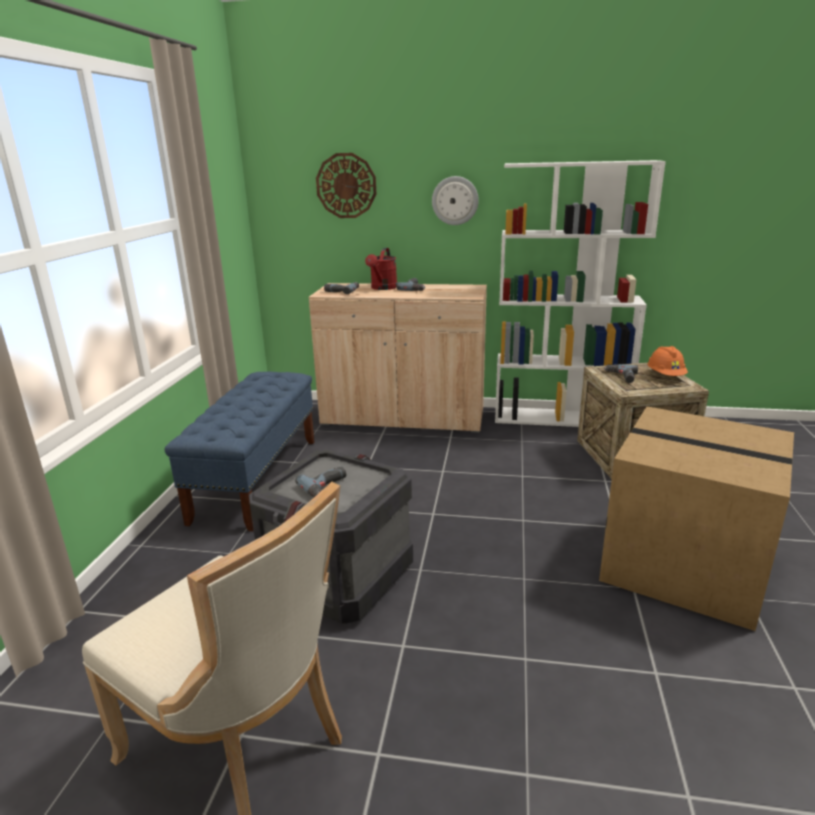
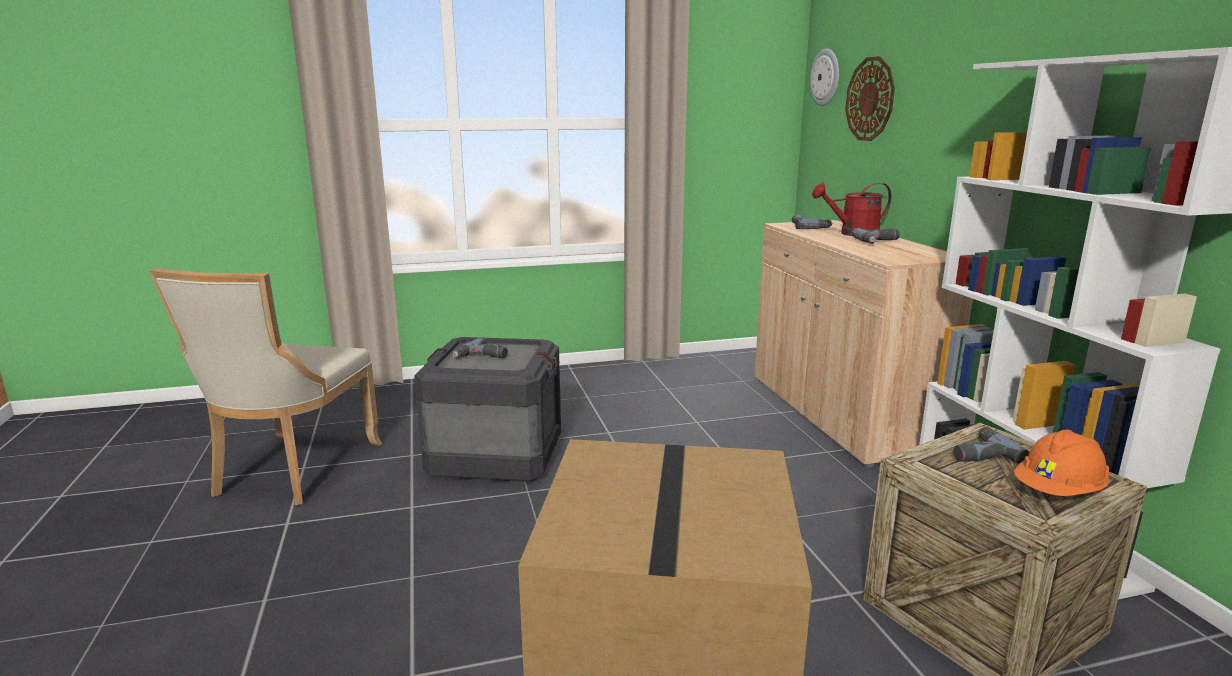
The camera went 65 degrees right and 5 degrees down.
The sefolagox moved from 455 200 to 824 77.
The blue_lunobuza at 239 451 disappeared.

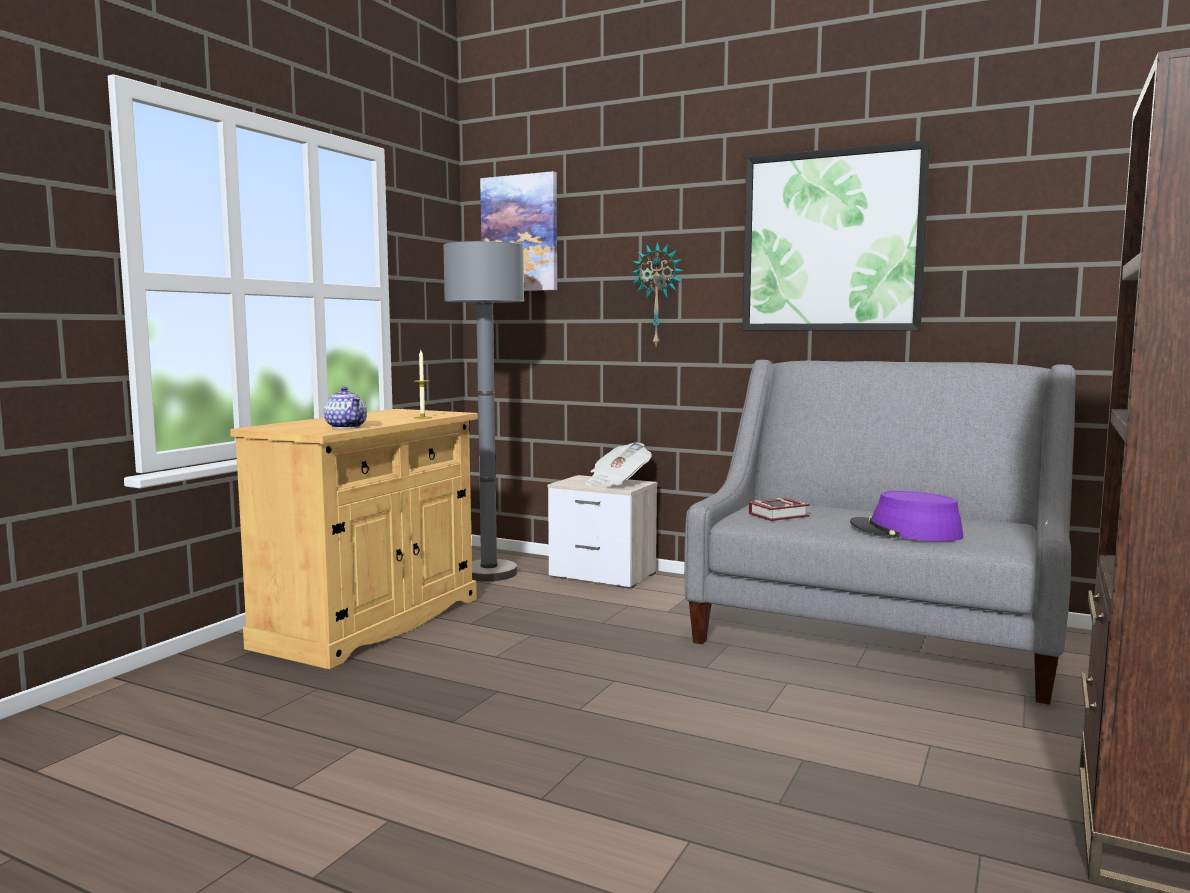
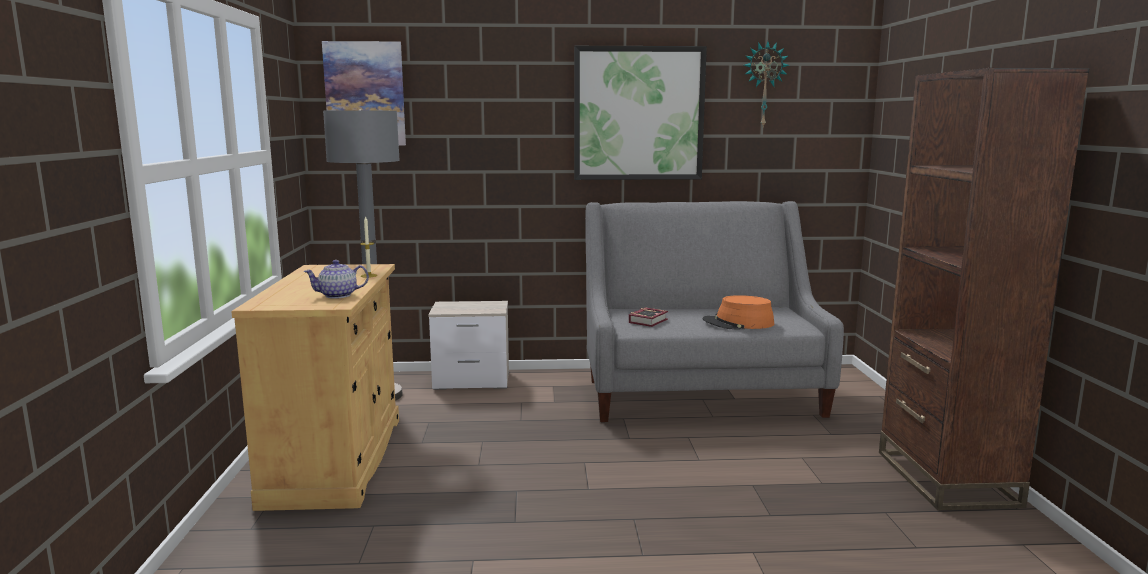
The camera went 30 degrees left and 5 degrees up.
The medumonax at 345 408 turned 135 degrees clockwise.
The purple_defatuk at 906 516 became the orange_defatuk at 738 312.
The sefolagox moved from 657 295 to 766 83.
The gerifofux at 618 464 disappeared.

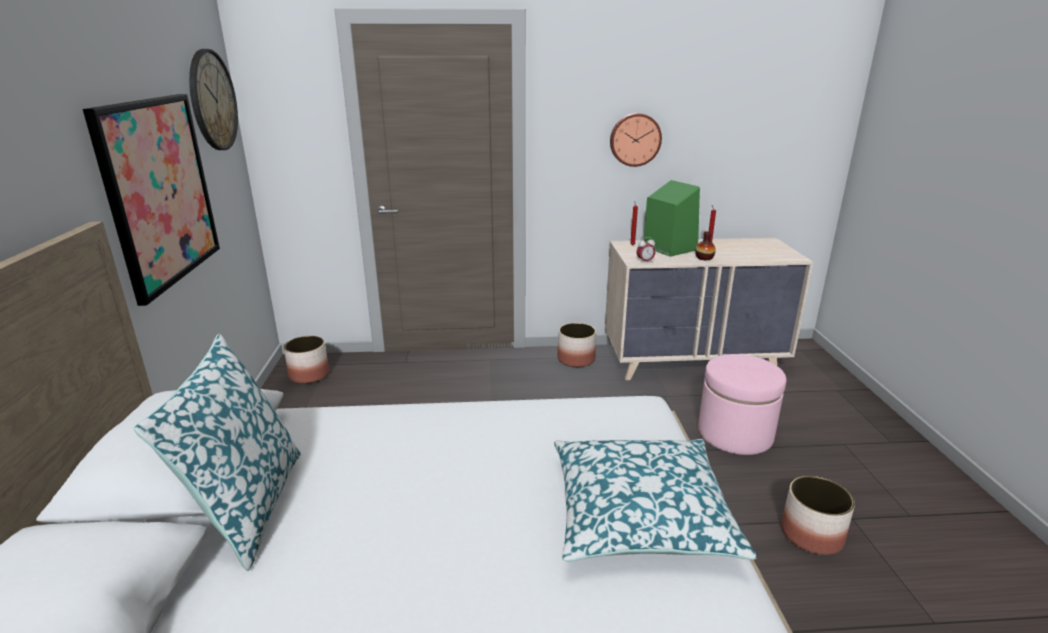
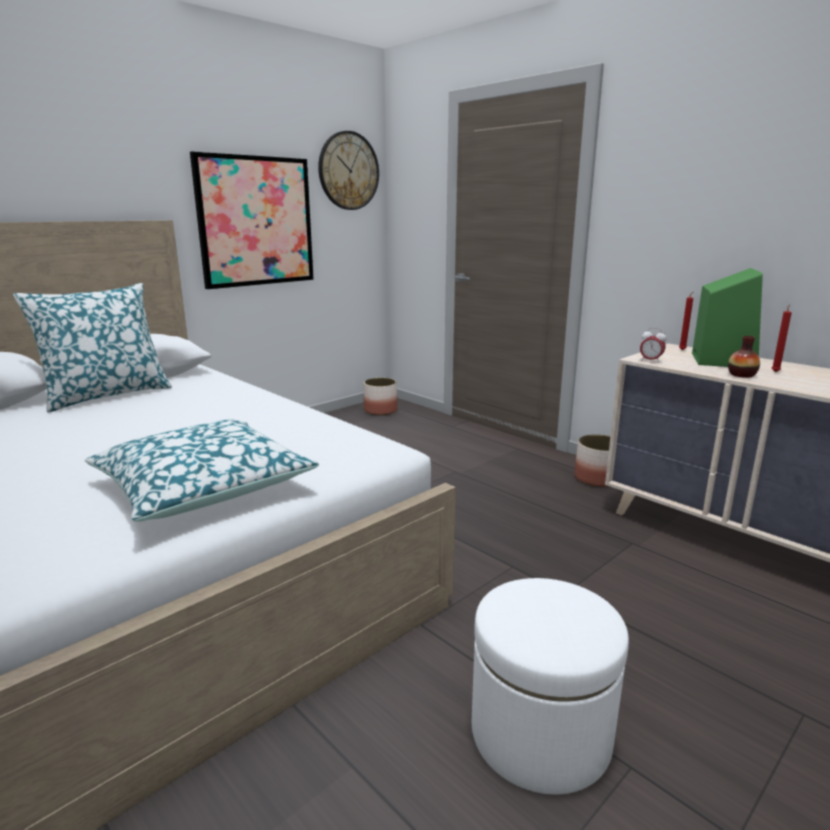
The camera went 50 degrees right and 5 degrees down.
The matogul at 818 515 was replaced by the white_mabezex at 550 686.
The sefolagox at 636 140 disappeared.
The pink_mabezex at 742 404 disappeared.

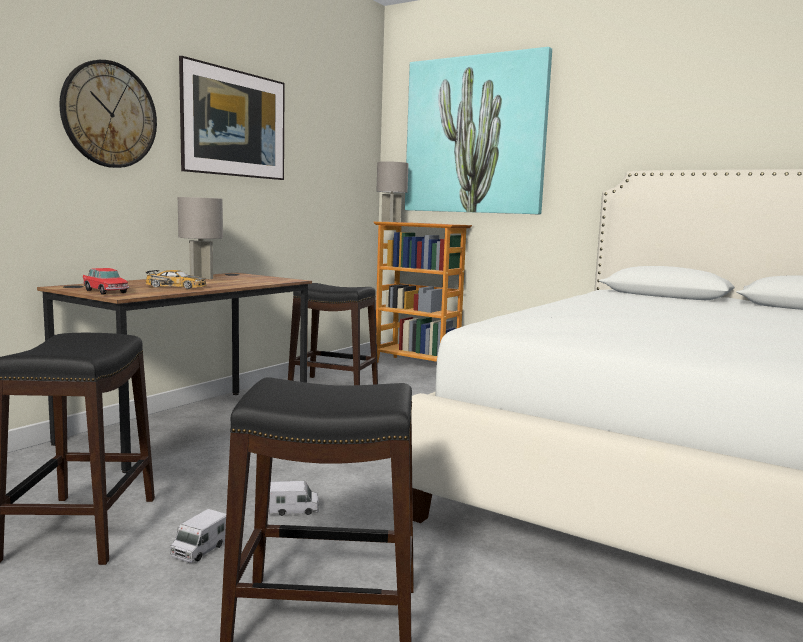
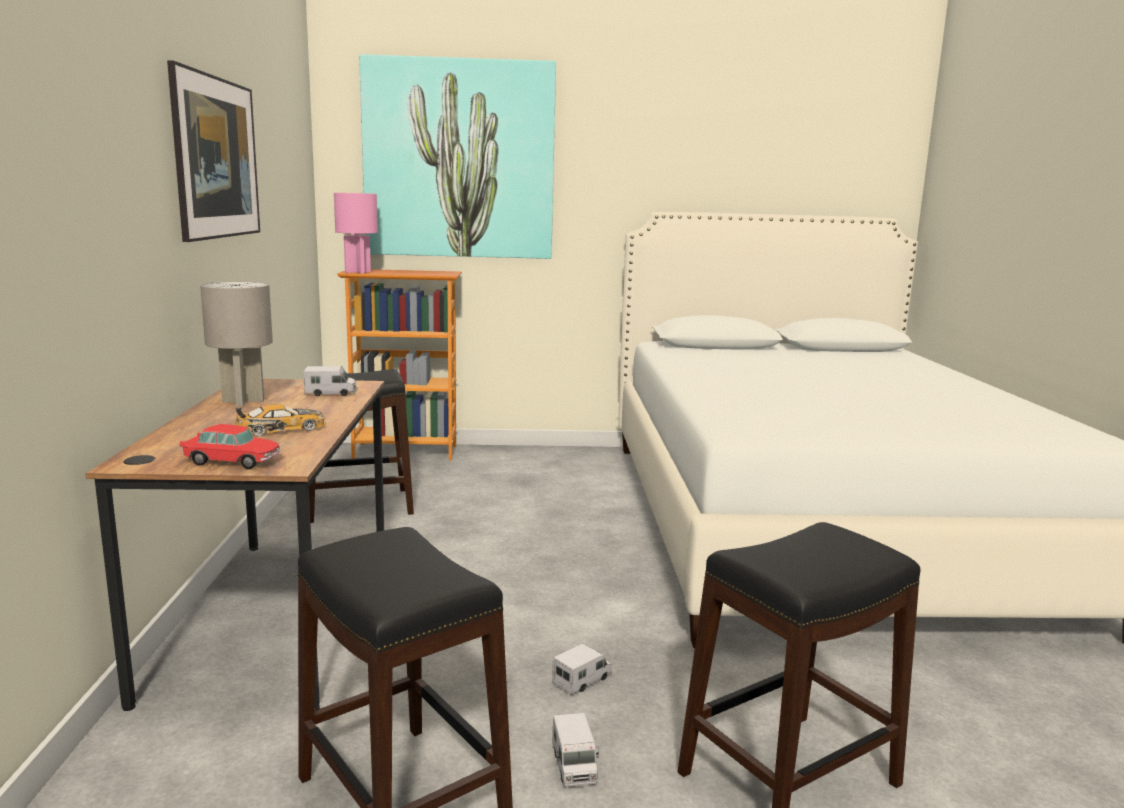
The camera went 35 degrees left and 5 degrees up.
The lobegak at 330 381 appeared.
The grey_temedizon at 392 191 became the pink_temedizon at 356 233.
The sefolagox at 108 114 disappeared.

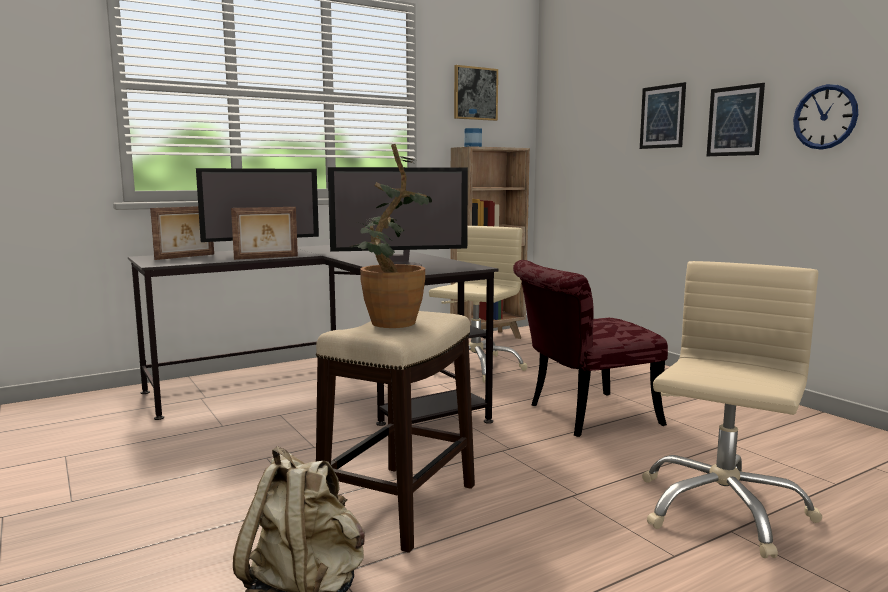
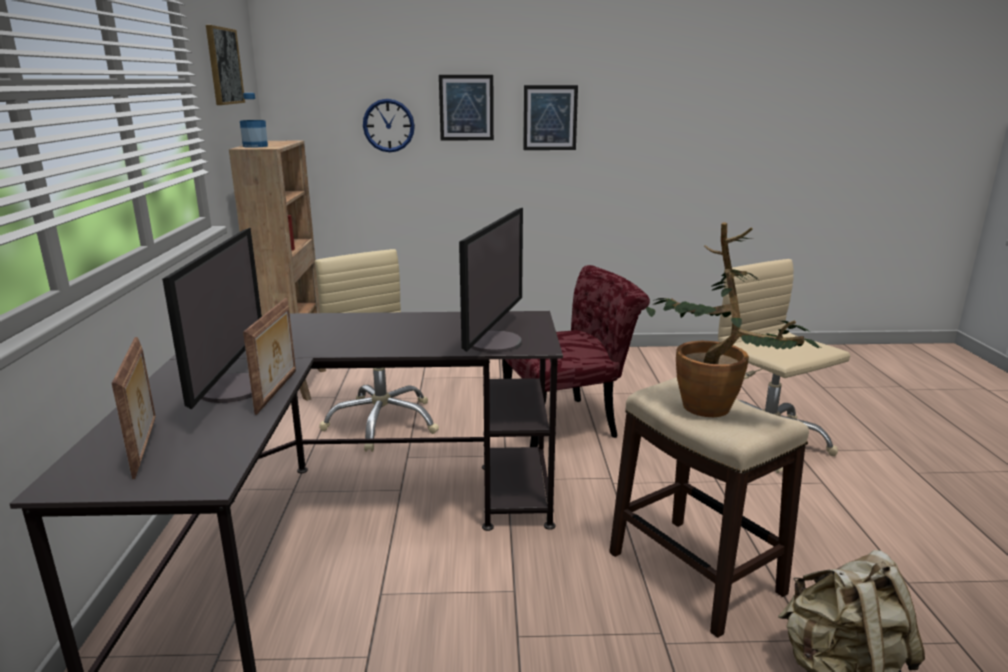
The camera went 60 degrees left and 10 degrees up.
The sefolagox moved from 825 117 to 389 125.
The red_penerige at 590 348 turned 120 degrees counterclockwise.

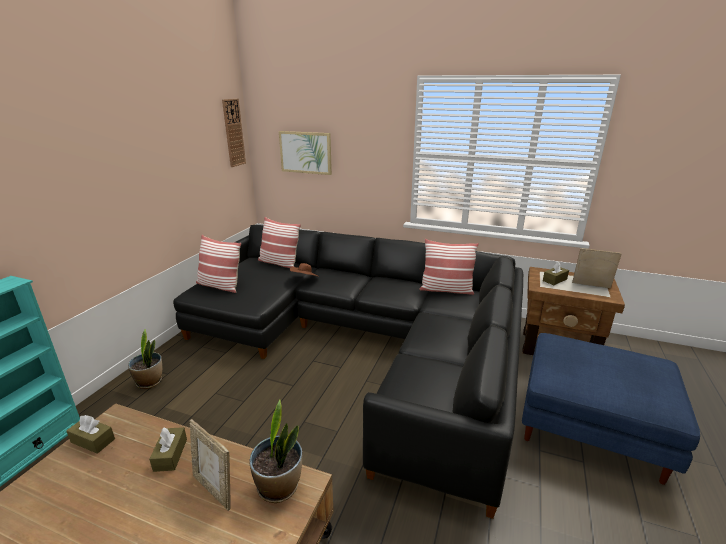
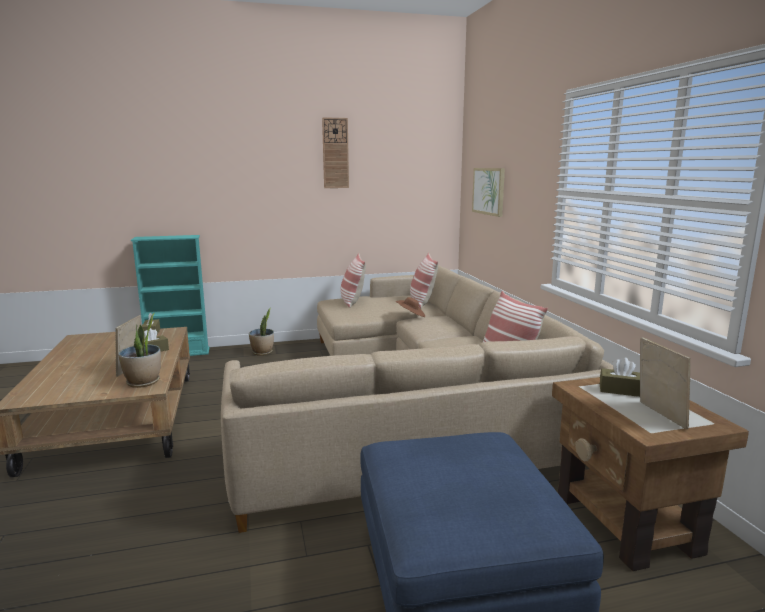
The camera went 55 degrees right and 10 degrees down.
The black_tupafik at 348 372 became the beige_tupafik at 417 399.
The sefolagox moved from 234 133 to 335 152.

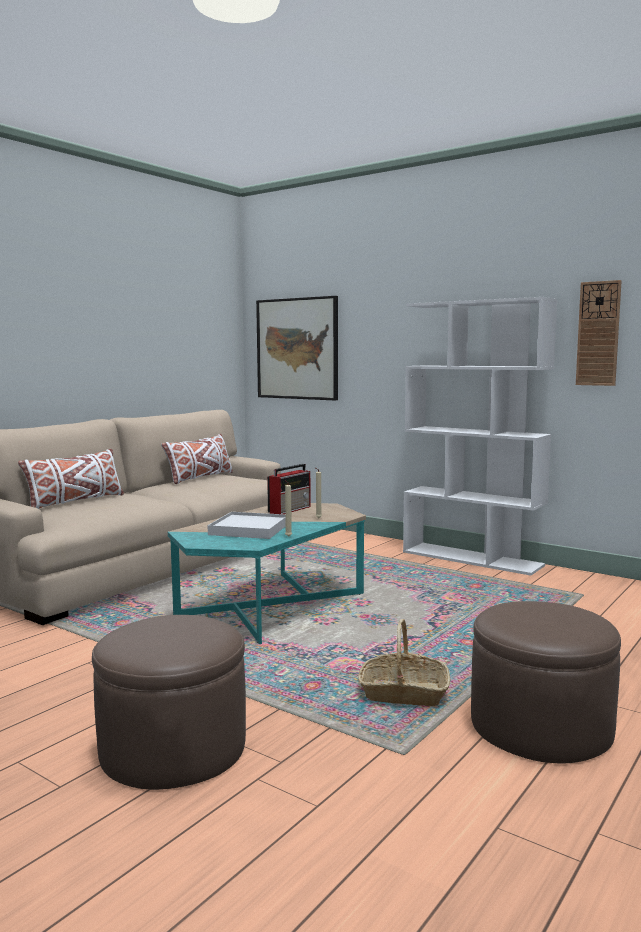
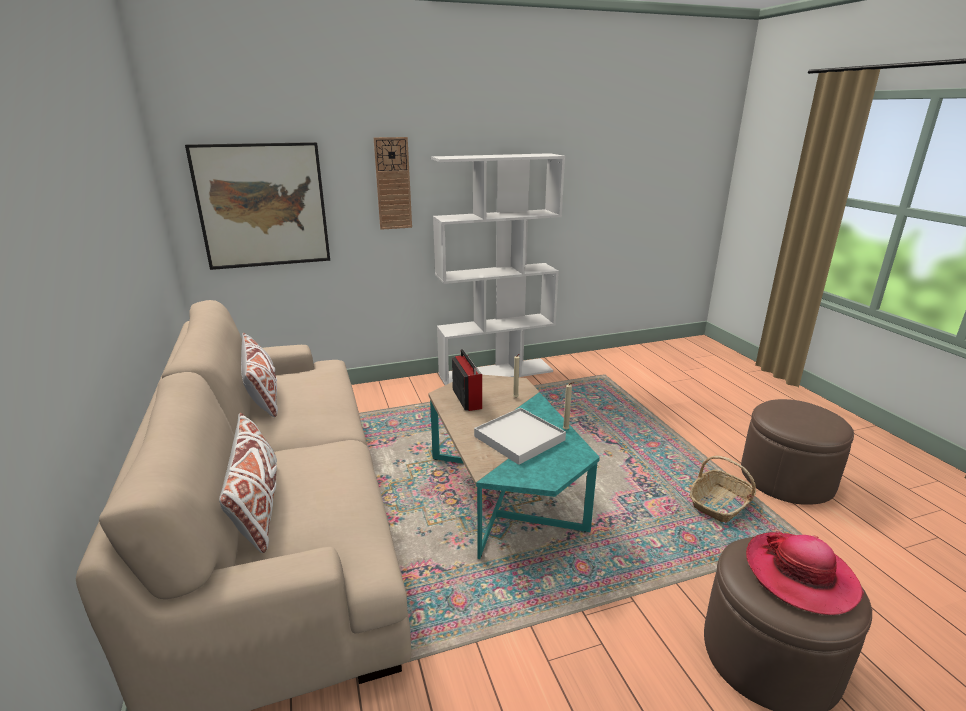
The camera went 55 degrees left and 15 degrees up.
The sefolagox moved from 599 333 to 393 183.
The defatuk at 805 573 appeared.

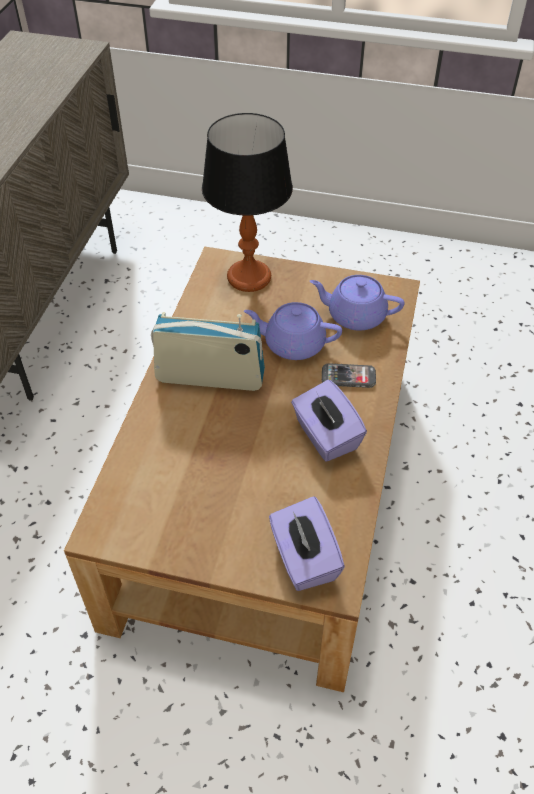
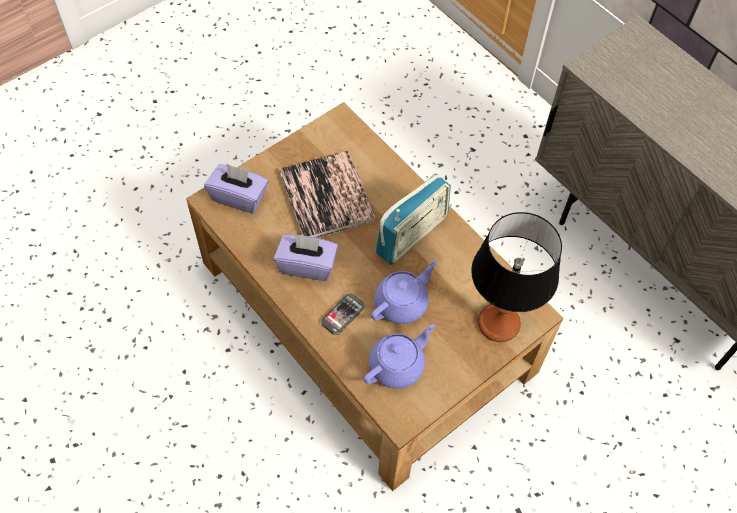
The camera went 125 degrees right and 10 degrees up.
The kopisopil at 327 194 appeared.

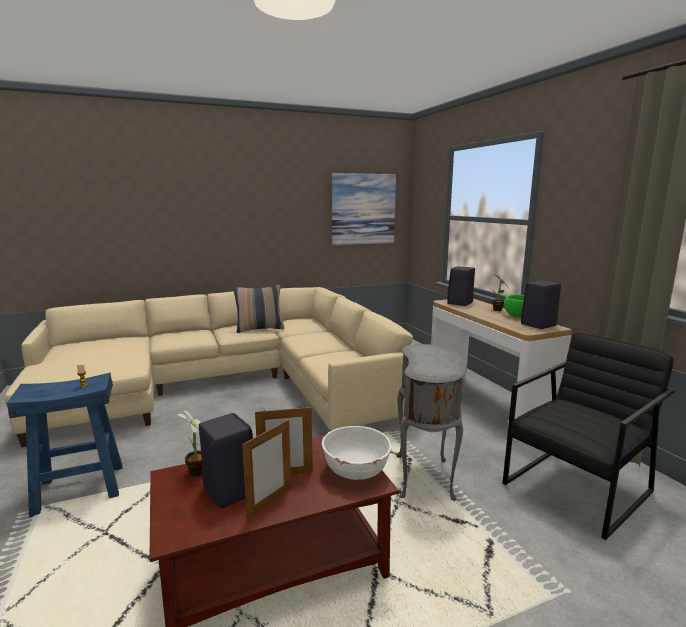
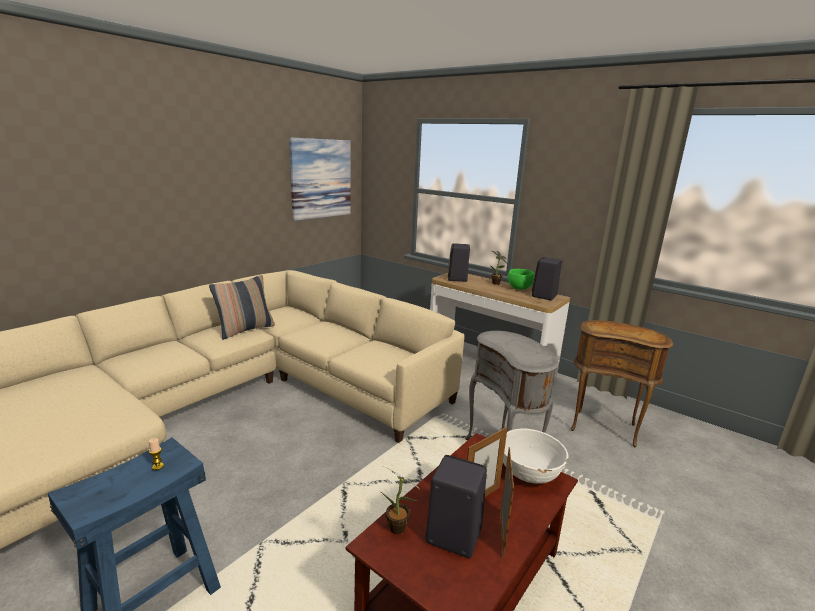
The camera went 30 degrees left and 5 degrees up.
The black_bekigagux at 589 436 was replaced by the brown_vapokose at 622 384.

